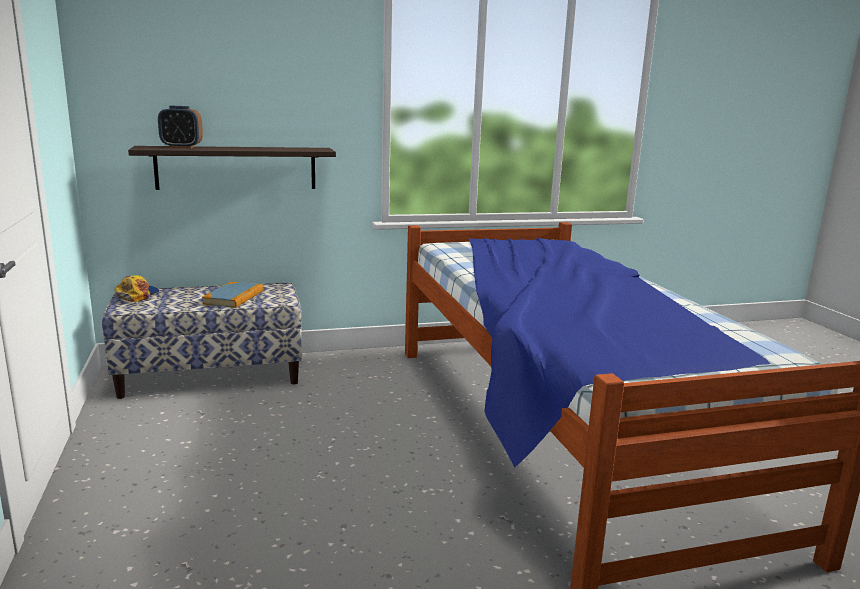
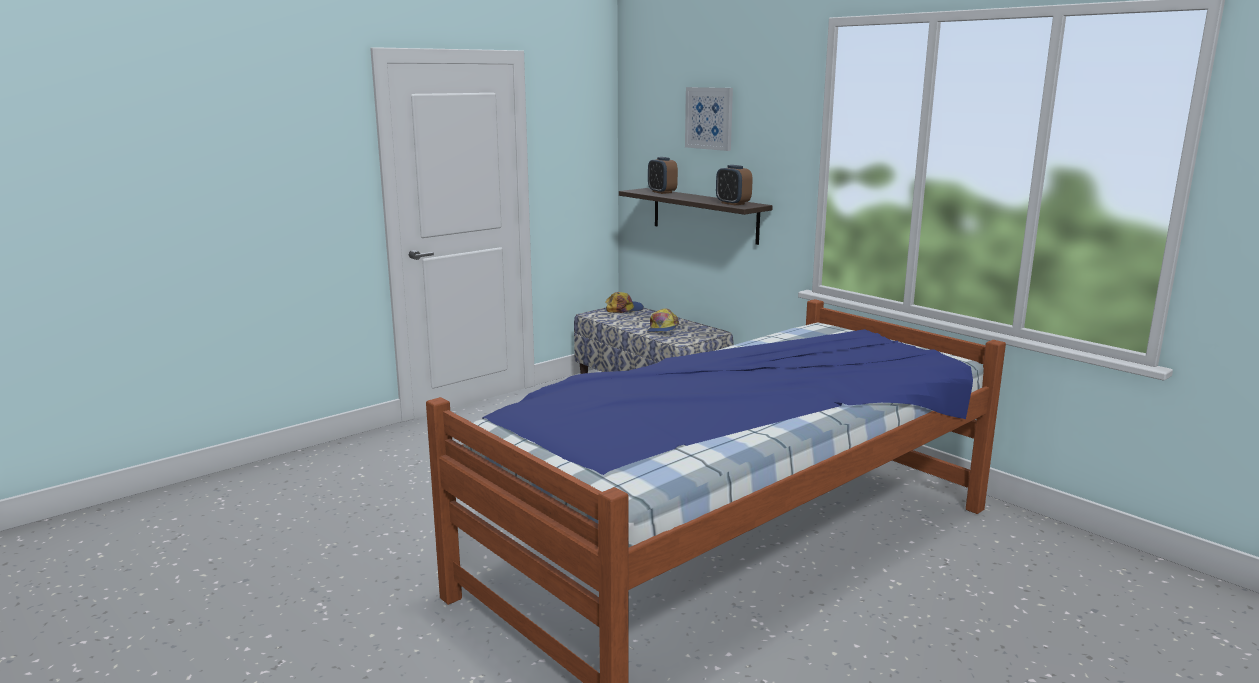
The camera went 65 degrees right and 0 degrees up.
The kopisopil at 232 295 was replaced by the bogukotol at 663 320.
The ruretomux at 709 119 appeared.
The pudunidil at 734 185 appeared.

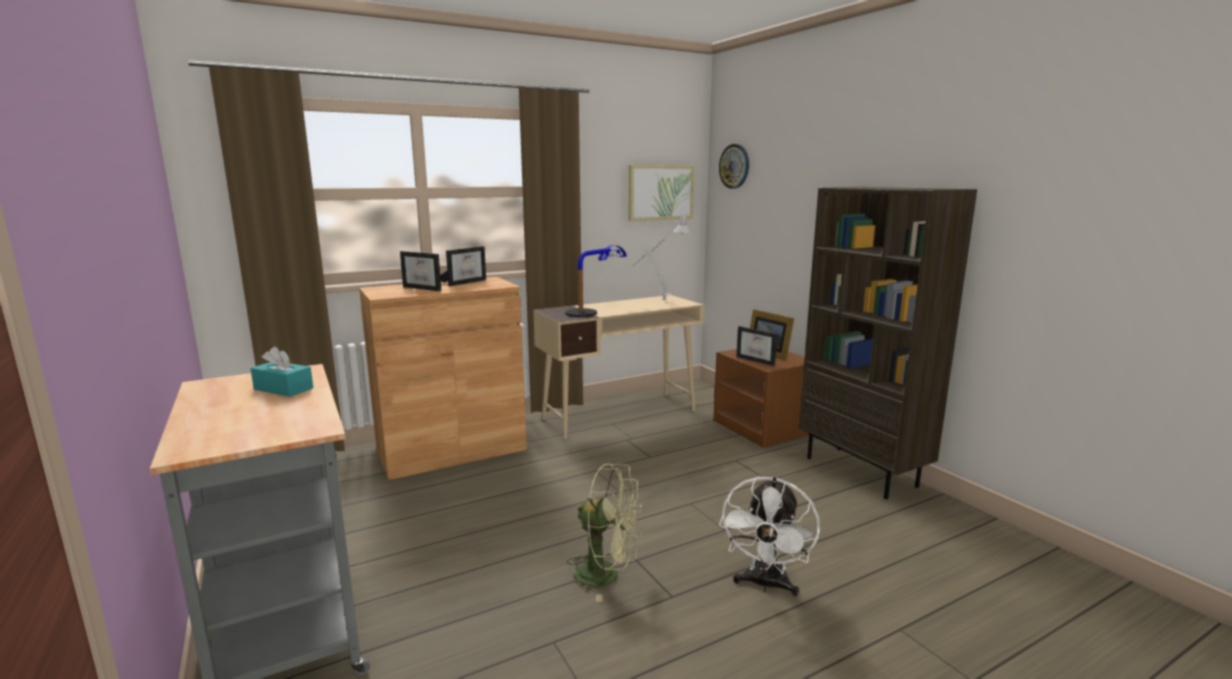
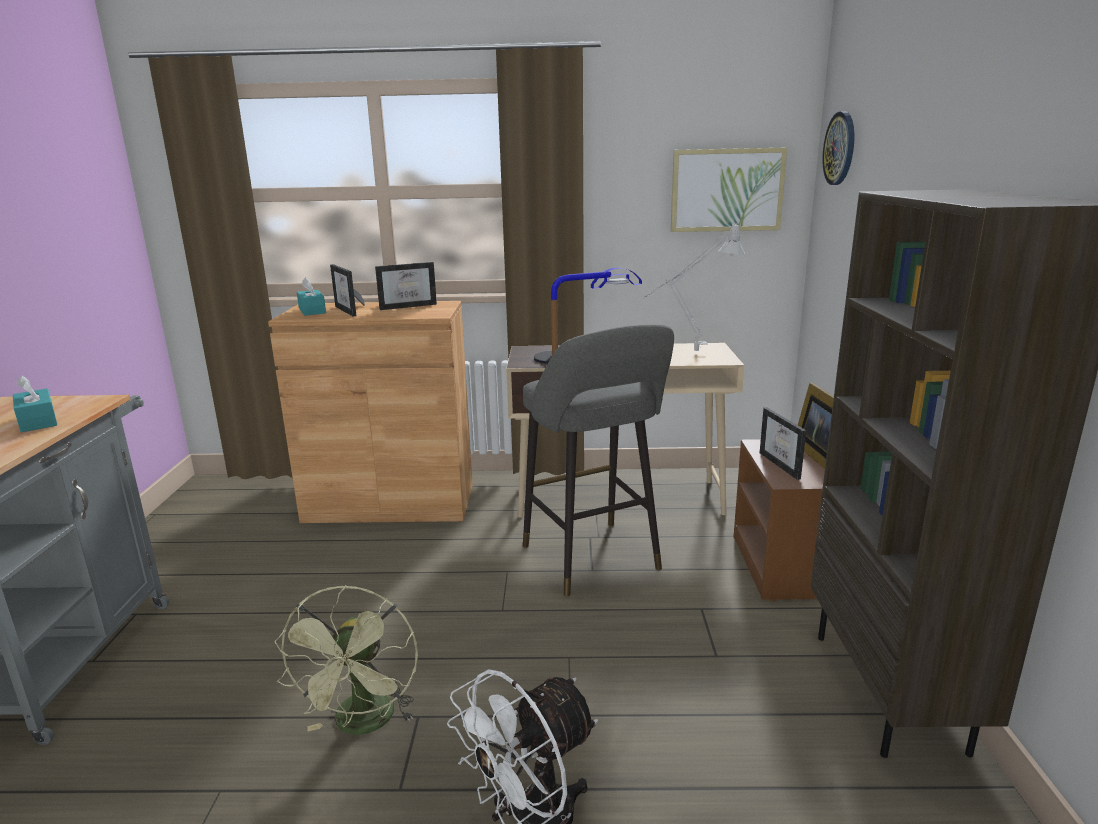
The camera went 30 degrees right and 5 degrees up.
The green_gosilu at 605 533 turned 45 degrees clockwise.
The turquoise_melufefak at 311 296 appeared.
The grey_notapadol at 598 460 appeared.

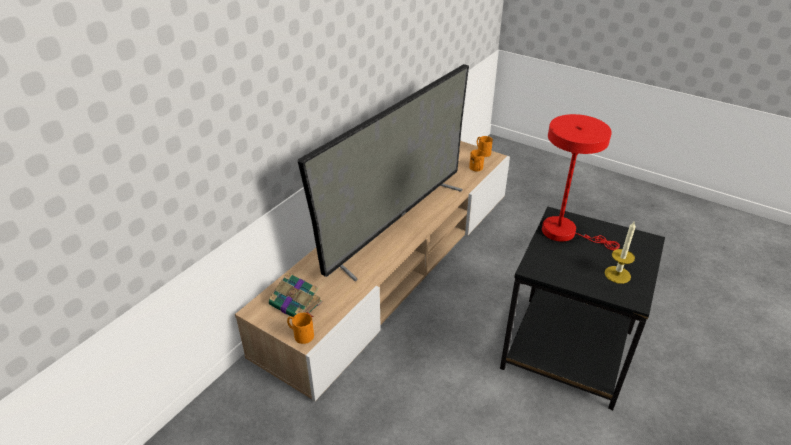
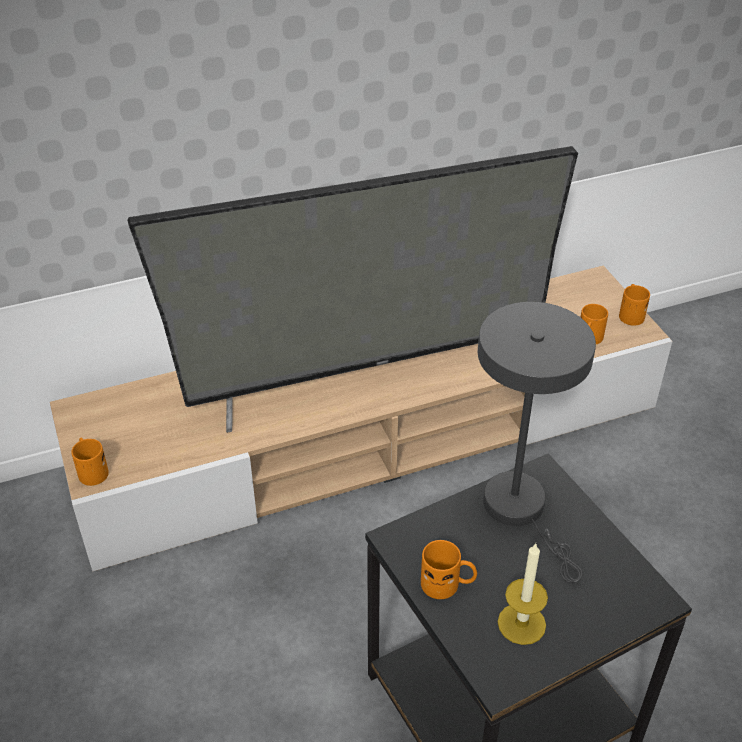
The camera went 35 degrees right and 5 degrees up.
The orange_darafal at 449 569 appeared.
The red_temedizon at 581 182 became the grey_temedizon at 537 442.
The kopisopil at 295 294 disappeared.

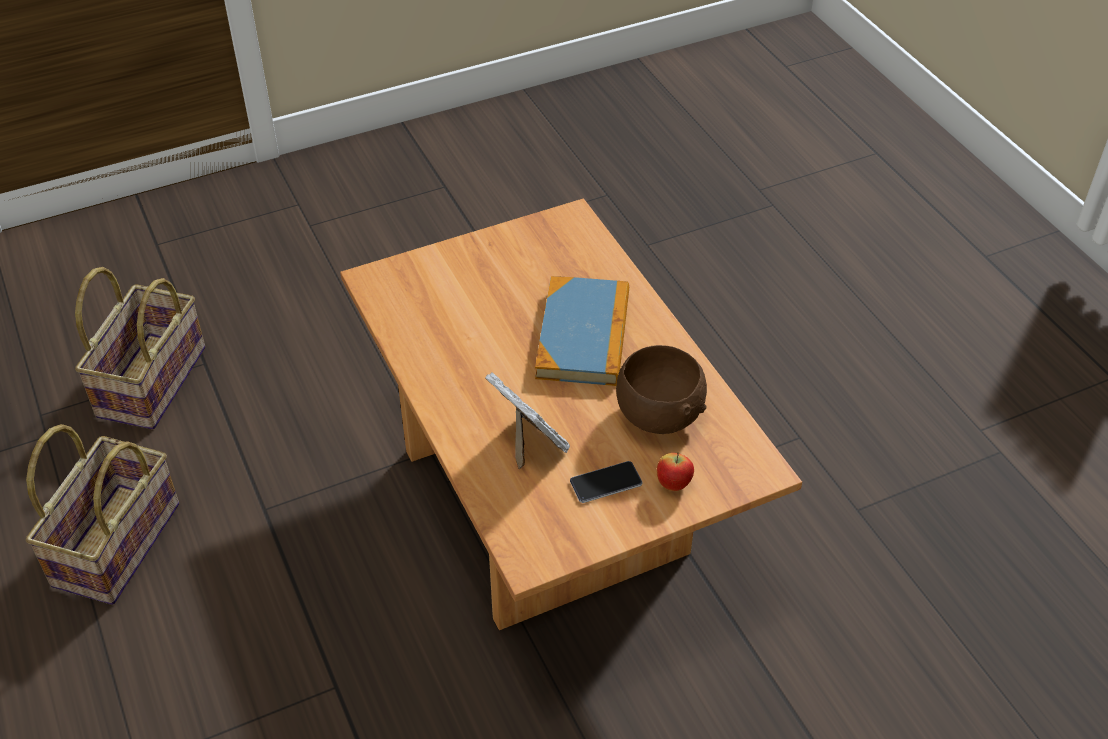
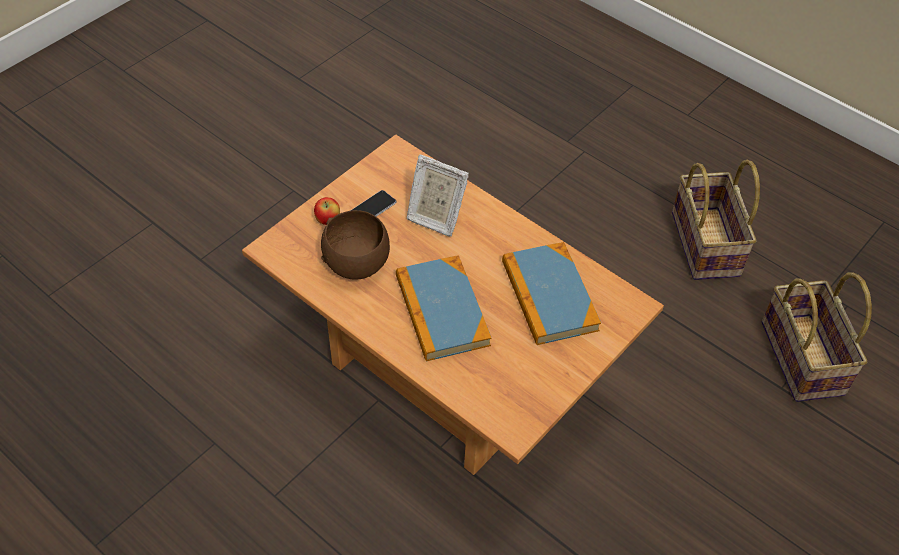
The camera went 155 degrees right and 5 degrees up.
The kopisopil at 551 293 appeared.

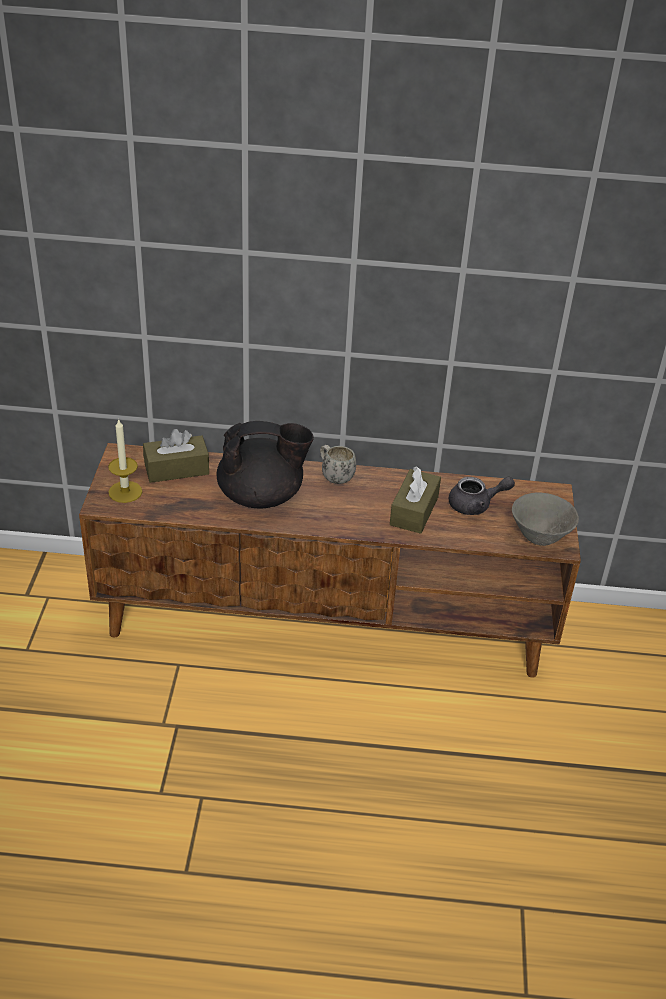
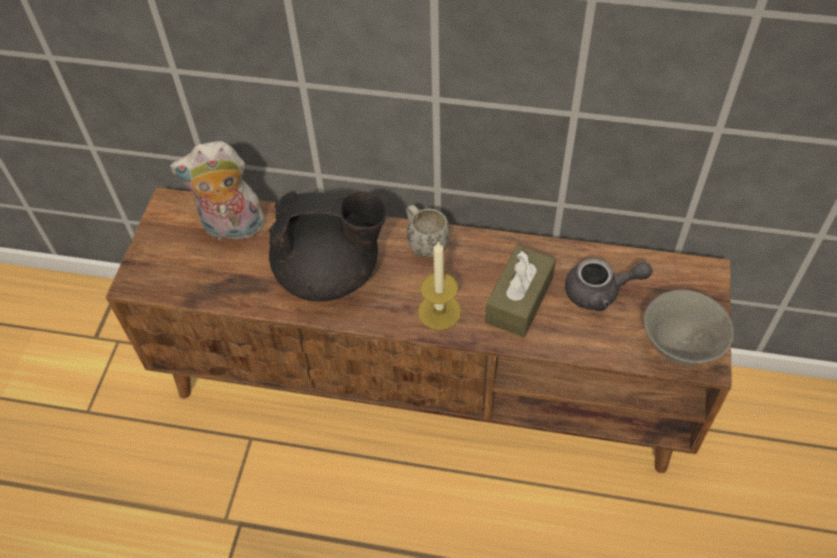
The camera went 10 degrees right and 15 degrees up.
The brown_melufefak at 176 456 was replaced by the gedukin at 217 190.
The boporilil moved from 125 460 to 439 285.

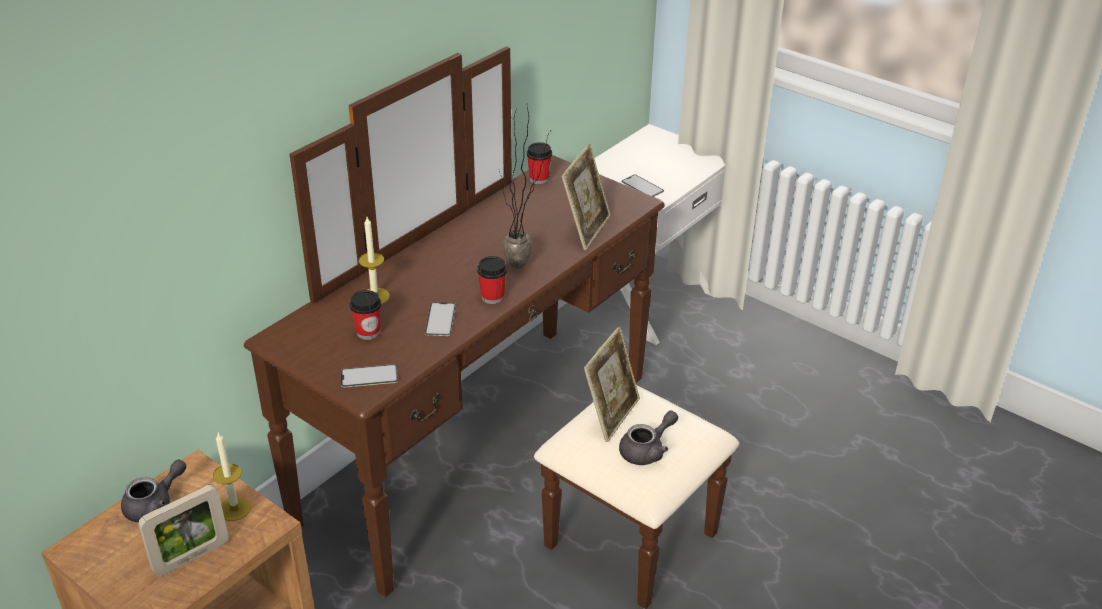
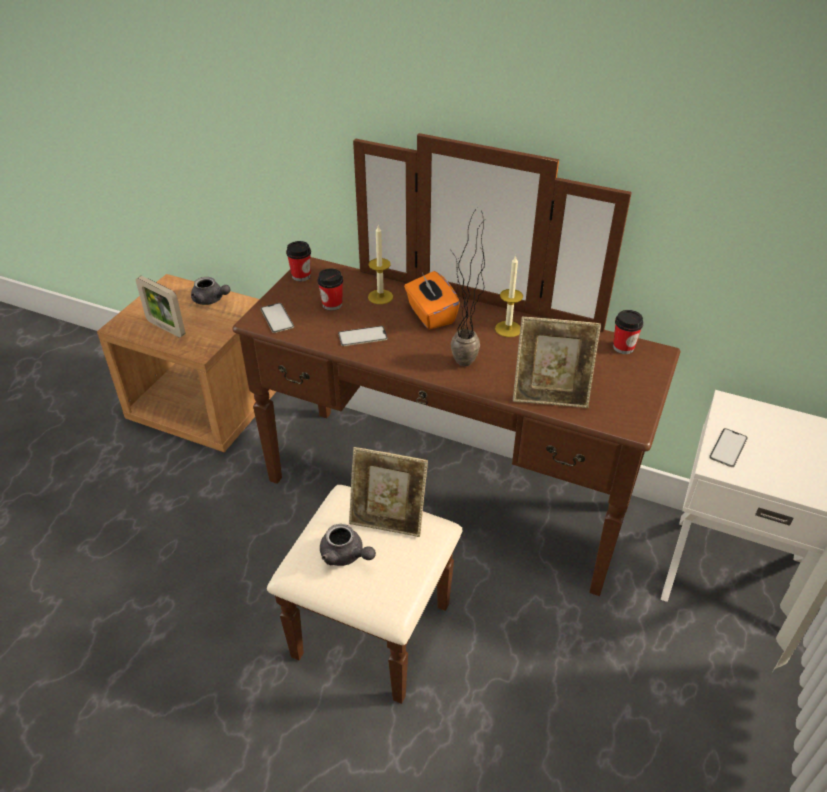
The camera went 75 degrees right and 5 degrees up.
The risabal moved from 492 280 to 298 261.
The orange_melufefak at 432 300 appeared.
The boporilil moved from 232 477 to 509 296.

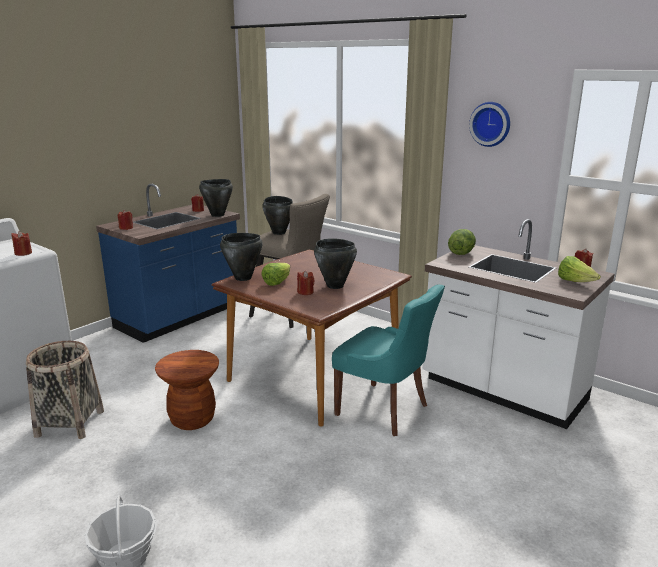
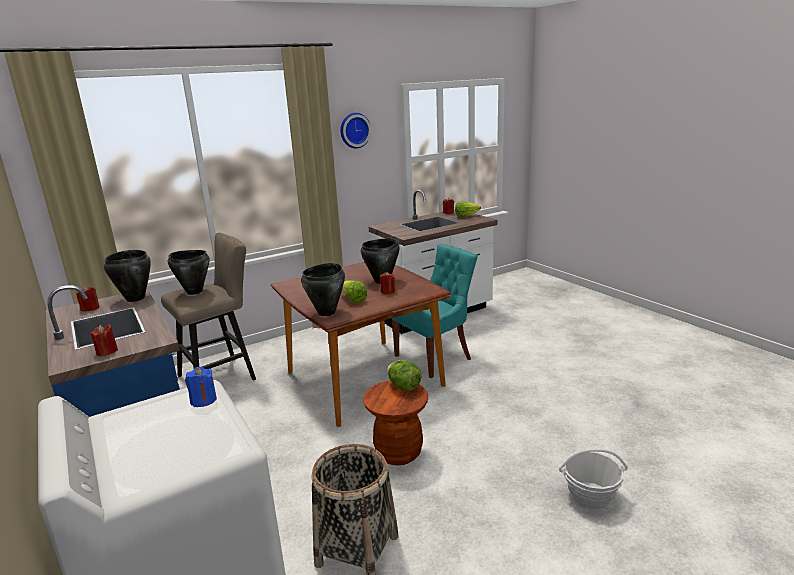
The camera went 70 degrees left and 0 degrees up.
The red_boporilil at 21 243 became the blue_boporilil at 201 387.
The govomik moved from 462 242 to 404 375.

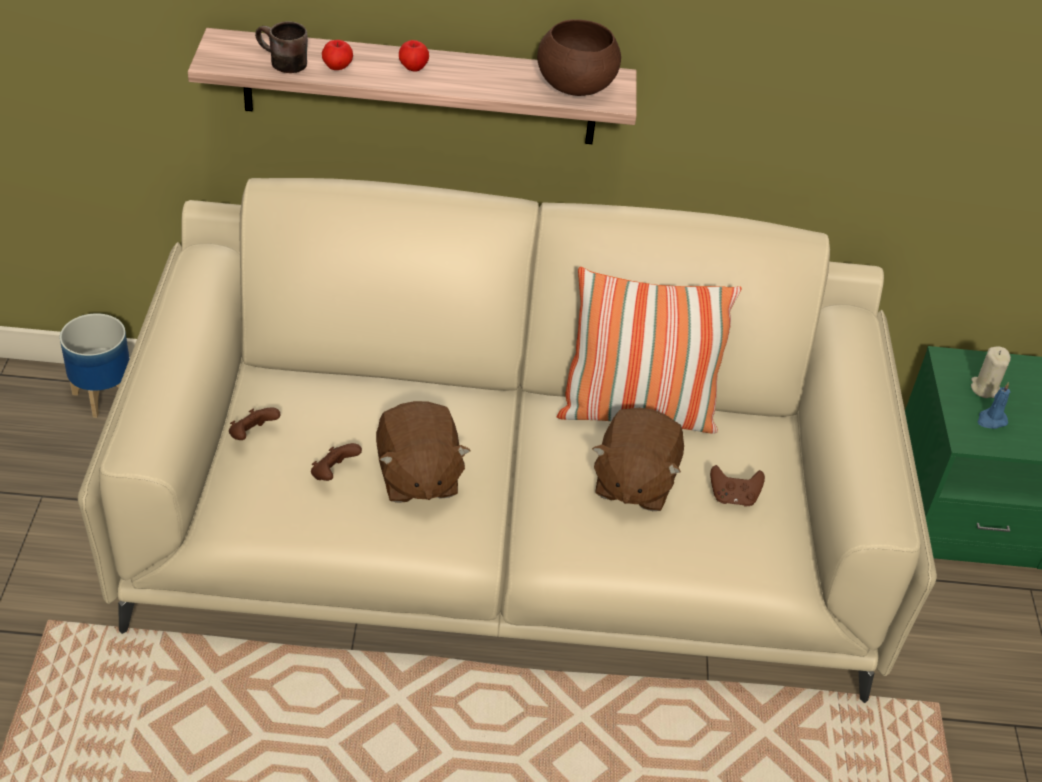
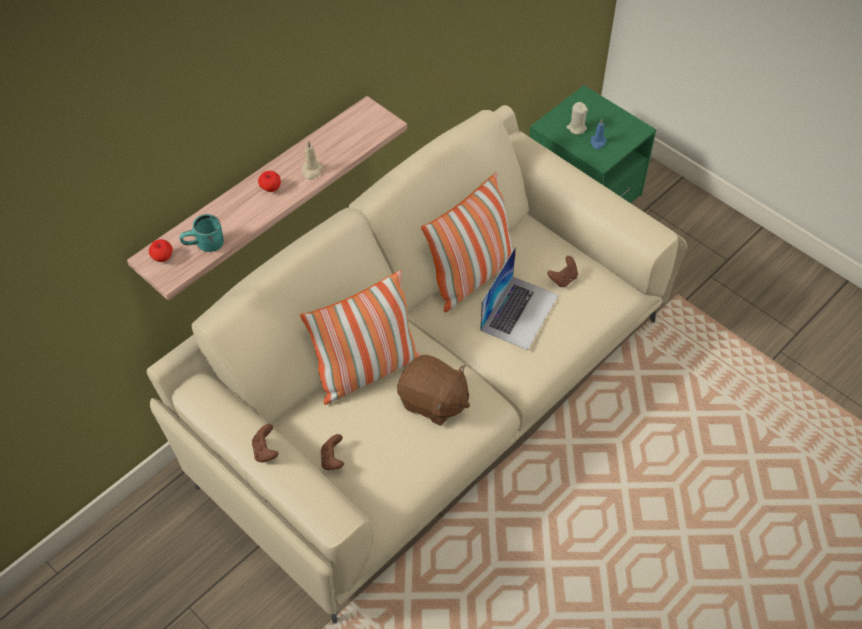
The camera went 45 degrees left and 10 degrees up.
The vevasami moved from 337 55 to 161 250.
The brown_darafal at 281 47 became the turquoise_darafal at 202 233.
The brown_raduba moved from 336 462 to 265 443.
The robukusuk at 360 337 appeared.
The beige_boporilil at 312 160 appeared.
The brown_gedukin at 638 459 was replaced by the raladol at 519 298.
The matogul at 95 365 disappeared.
The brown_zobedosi at 579 57 disappeared.

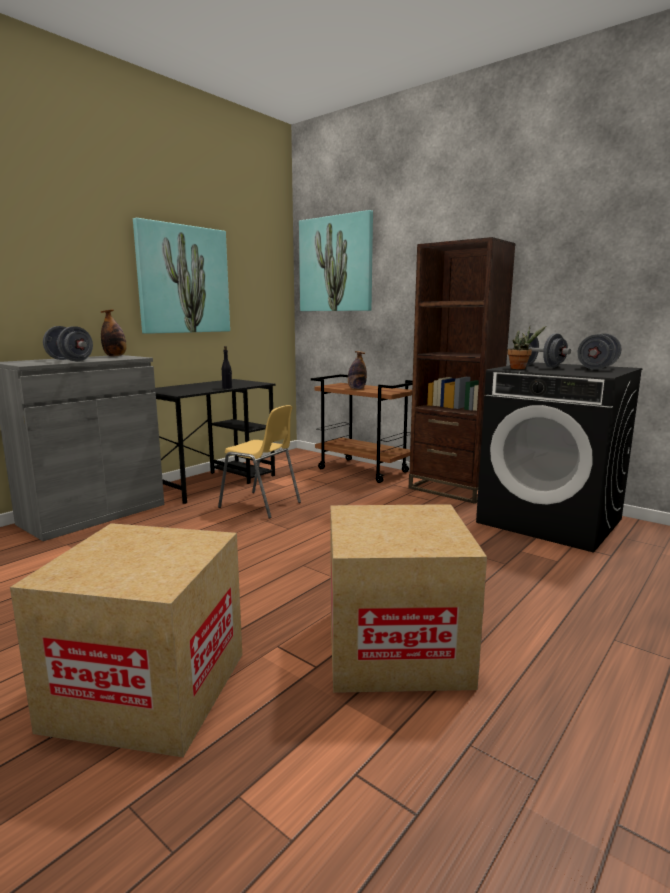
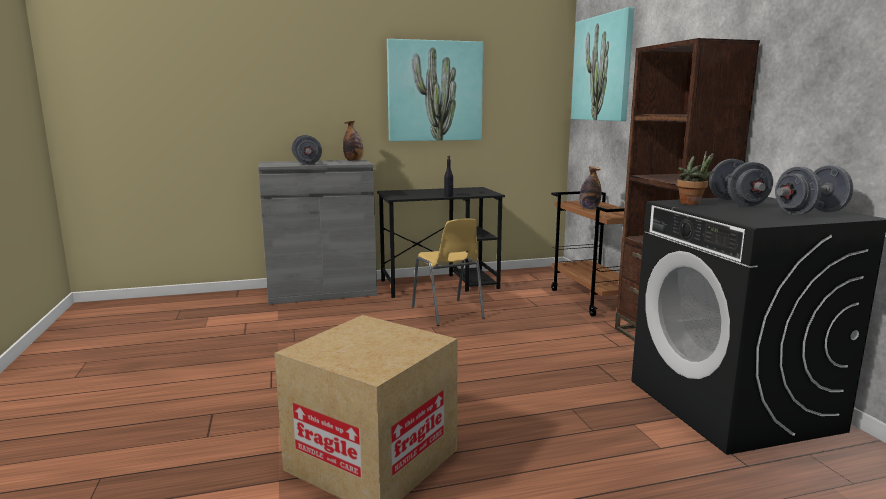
The camera went 35 degrees right and 0 degrees up.
The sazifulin at 126 640 disappeared.

